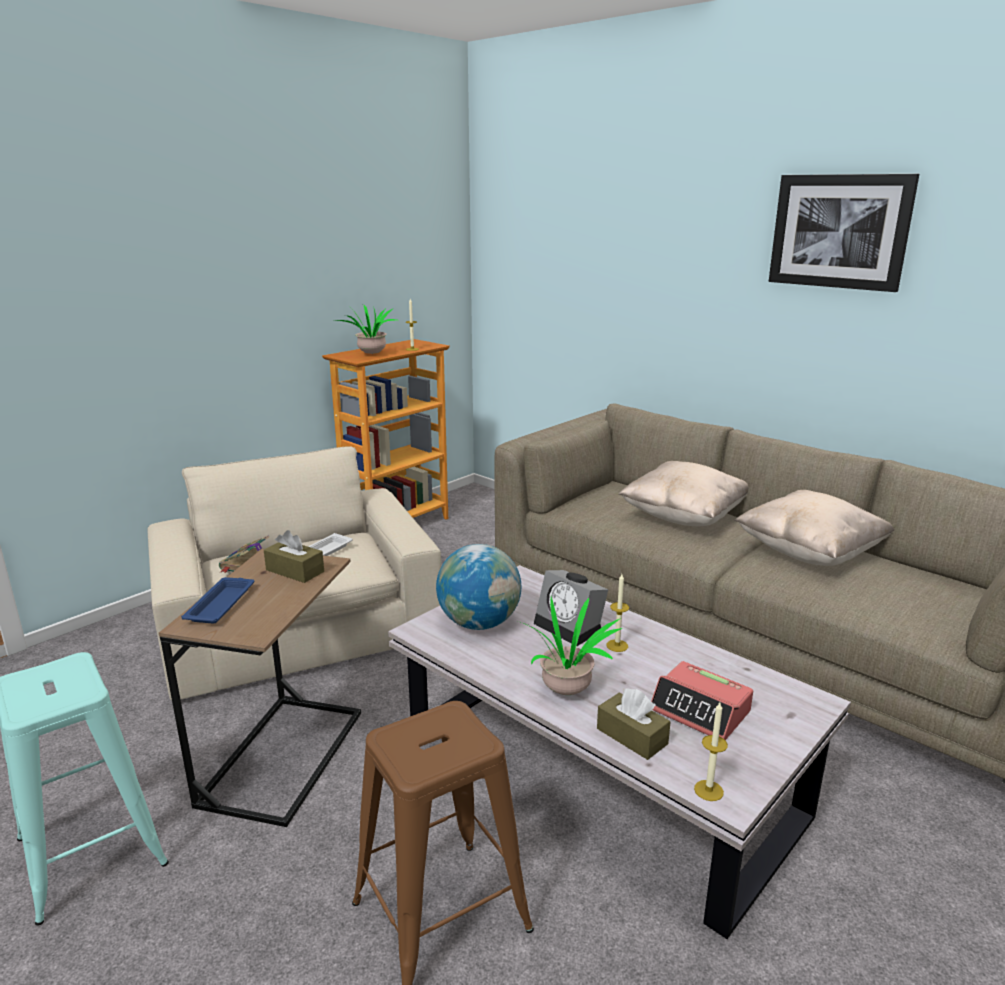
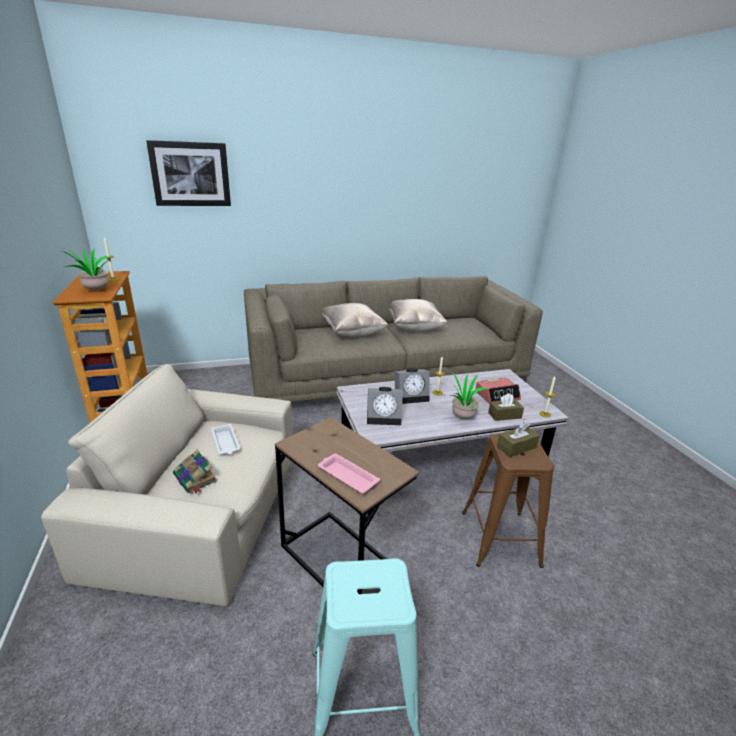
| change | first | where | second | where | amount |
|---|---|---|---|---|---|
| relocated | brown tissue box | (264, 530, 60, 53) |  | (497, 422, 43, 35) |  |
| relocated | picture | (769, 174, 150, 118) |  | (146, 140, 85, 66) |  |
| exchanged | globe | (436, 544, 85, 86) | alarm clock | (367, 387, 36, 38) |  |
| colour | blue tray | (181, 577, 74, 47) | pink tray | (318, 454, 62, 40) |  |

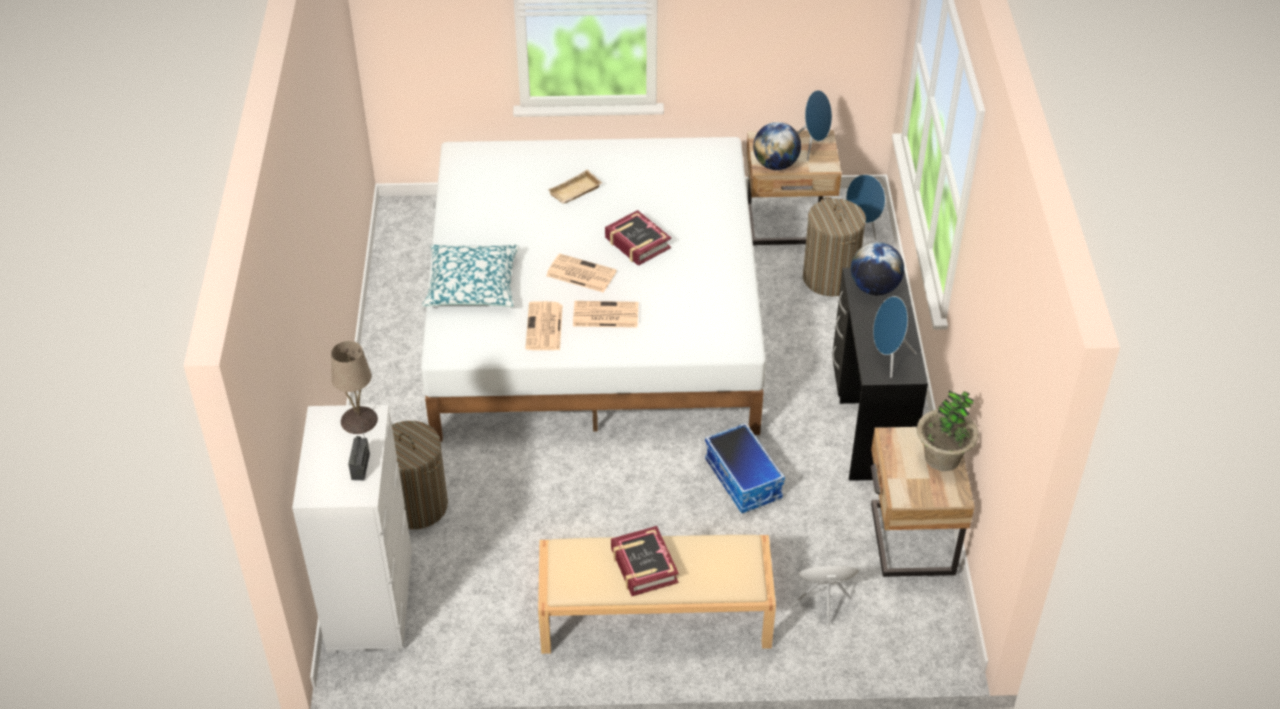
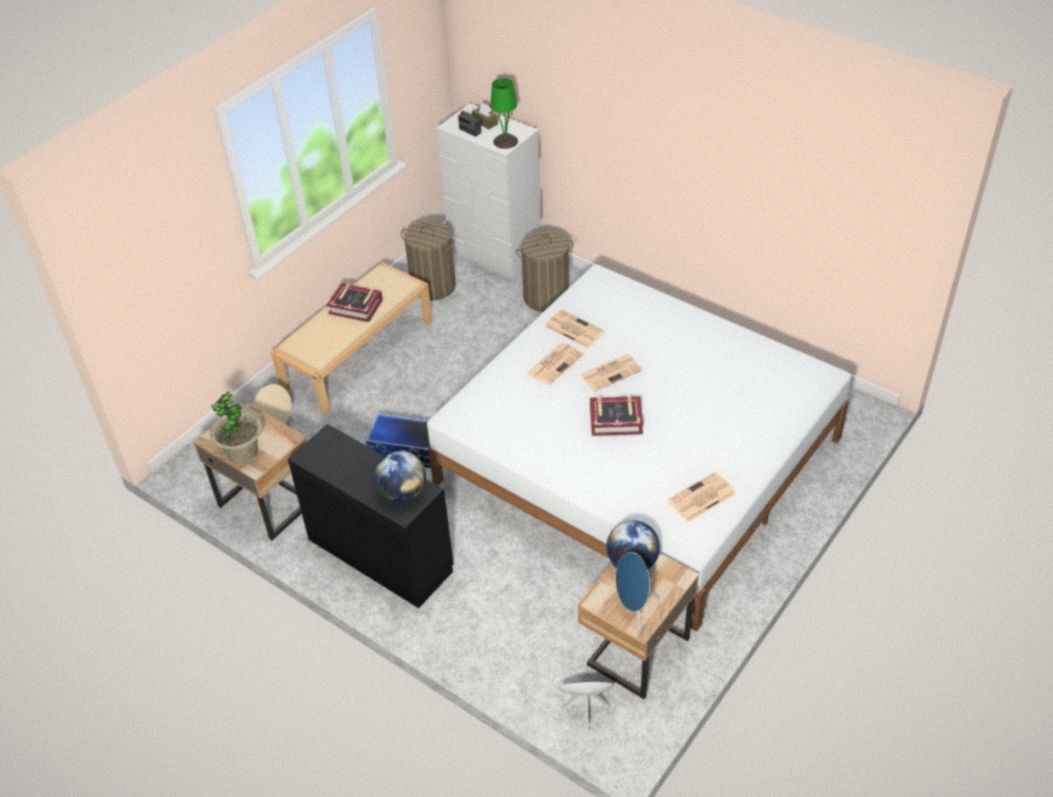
| change | first | where | second | where | amount |
|---|---|---|---|---|---|
| missing | pillow | (422, 245, 97, 62) |  |  |  |
| missing | beige tray | (548, 169, 54, 35) |  |  |  |
| missing | blue speaker | (873, 296, 44, 82) |  |  |  |
| appeared |  |  | brown tissue box | (472, 103, 26, 26) |  |
| appeared |  |  | newspaper | (668, 472, 68, 50) |  |
| relocated | laundry basket | (803, 197, 63, 99) |  | (401, 220, 55, 81) |  |
| colour | beige table lamp | (331, 341, 47, 93) | green table lamp | (490, 78, 28, 71) |  |

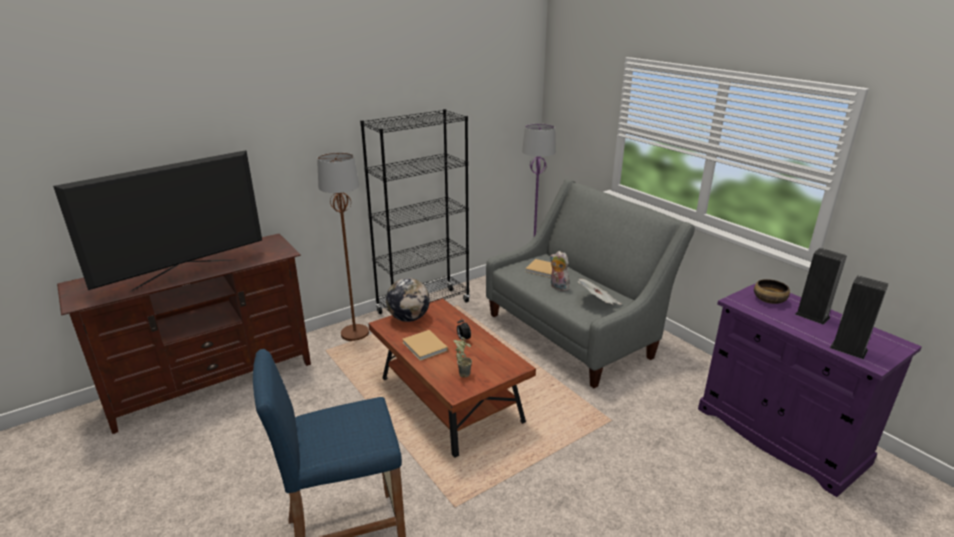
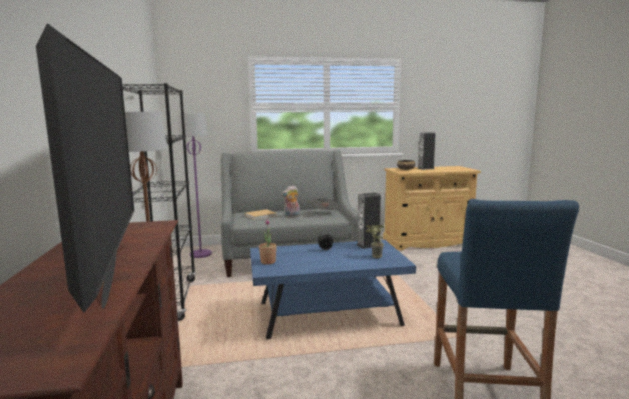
| change | first | where | second | where | amount |
|---|---|---|---|---|---|
| missing | beige book | (402, 330, 46, 31) |  |  |  |
| relocated | speaker | (830, 275, 59, 84) |  | (357, 193, 24, 56) |  |
| exchanged | globe | (386, 278, 44, 44) | potted plant | (259, 219, 18, 46) |  |
| colour | brown coffee table | (368, 298, 168, 160) | blue coffee table | (250, 240, 166, 100) |  |
| colour | purple cabinet | (698, 283, 224, 214) | beige cabinet | (383, 166, 98, 85) |  |

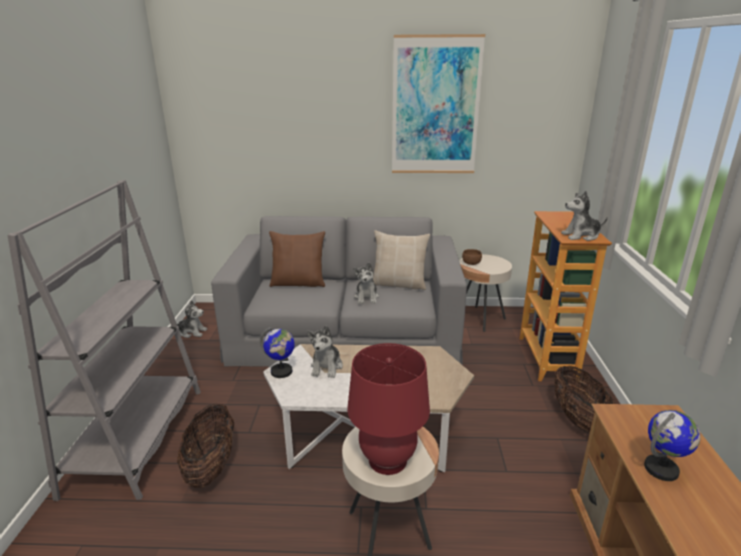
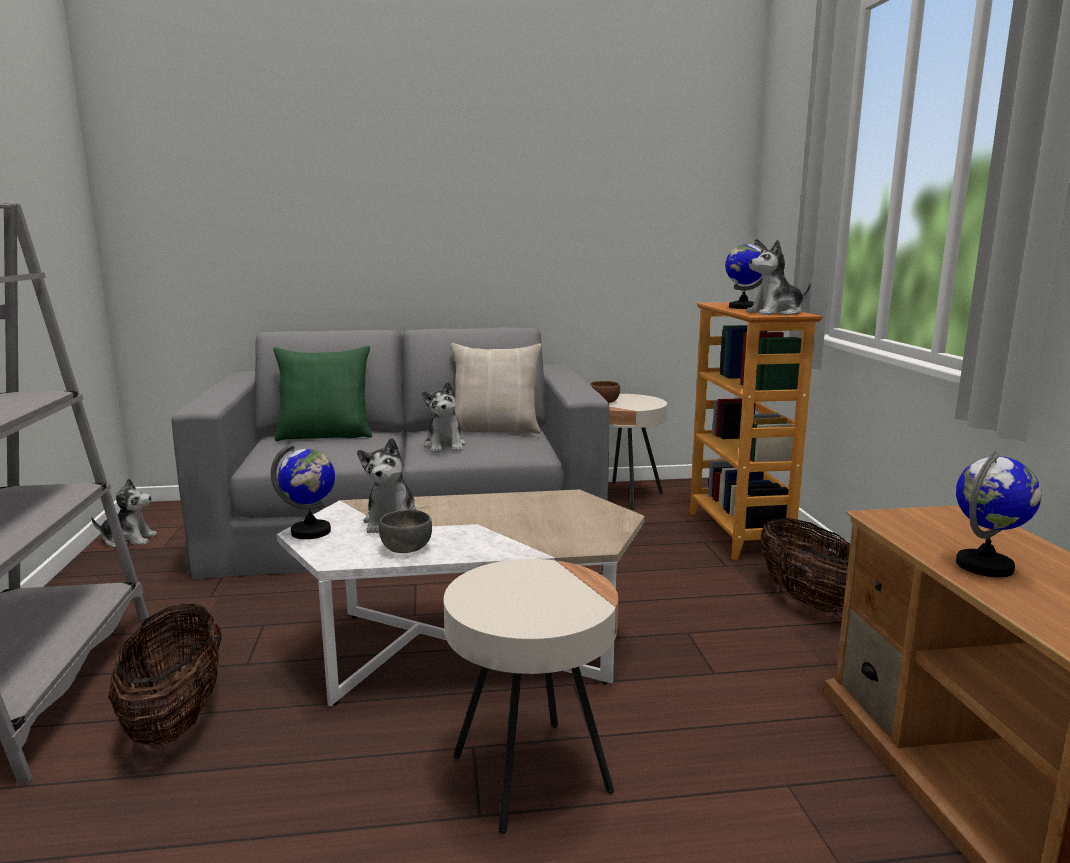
| change | first | where | second | where | amount |
|---|---|---|---|---|---|
| missing | red table lamp | (347, 343, 83, 132) |  |  |  |
| missing | picture | (392, 34, 93, 139) |  |  |  |
| appeared |  |  | grey bowl | (379, 509, 53, 44) |  |
| appeared |  |  | globe | (725, 239, 43, 70) |  |
| colour | brown pillow | (269, 231, 56, 56) | green pillow | (273, 346, 99, 95) |  |

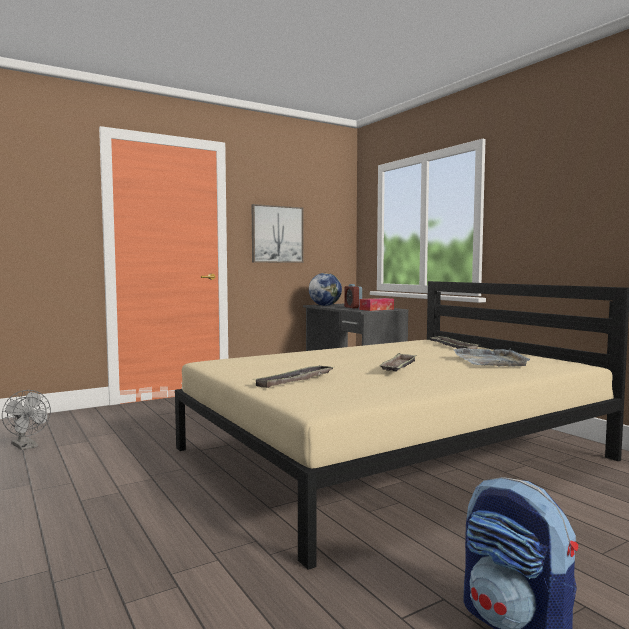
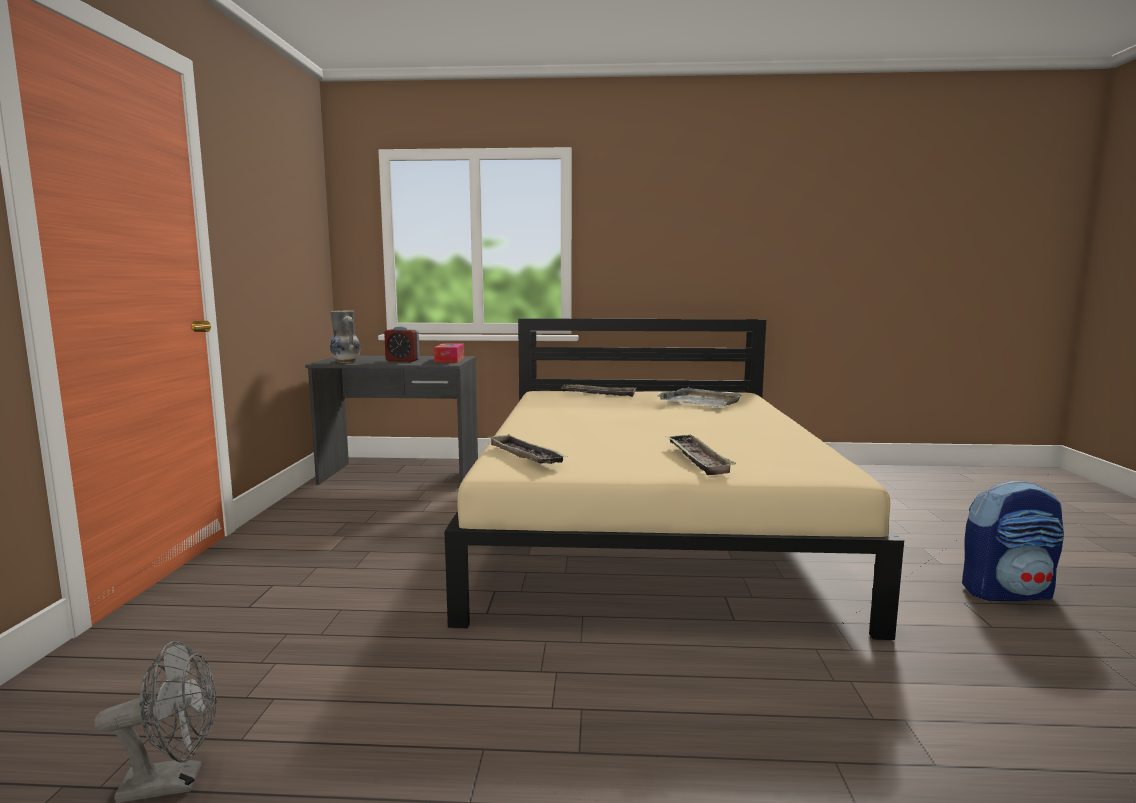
| change | first | where | second | where | amount |
|---|---|---|---|---|---|
| missing | picture | (252, 204, 52, 59) |  |  |  |
| relocated | tray | (379, 353, 38, 19) |  | (488, 434, 80, 30) |  |
| exchanged | globe | (309, 273, 33, 33) | vase | (330, 310, 31, 53) |  |

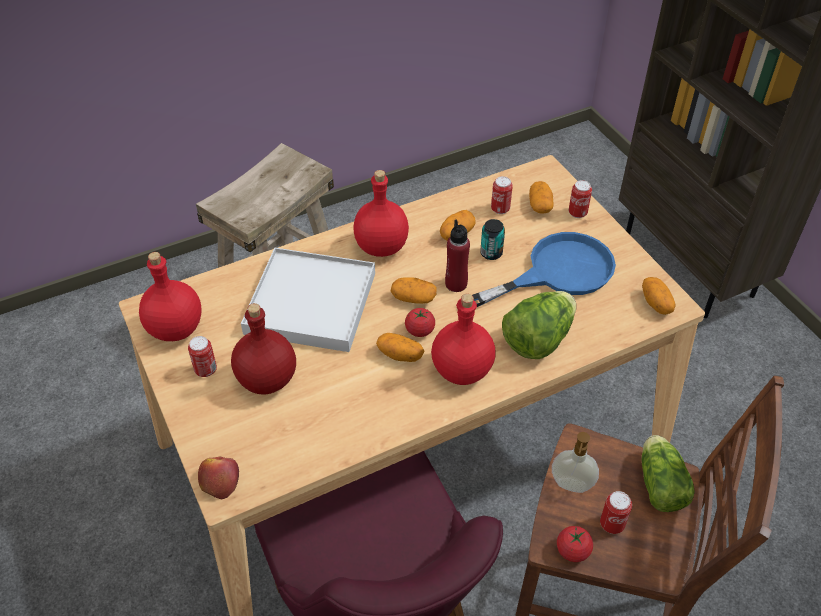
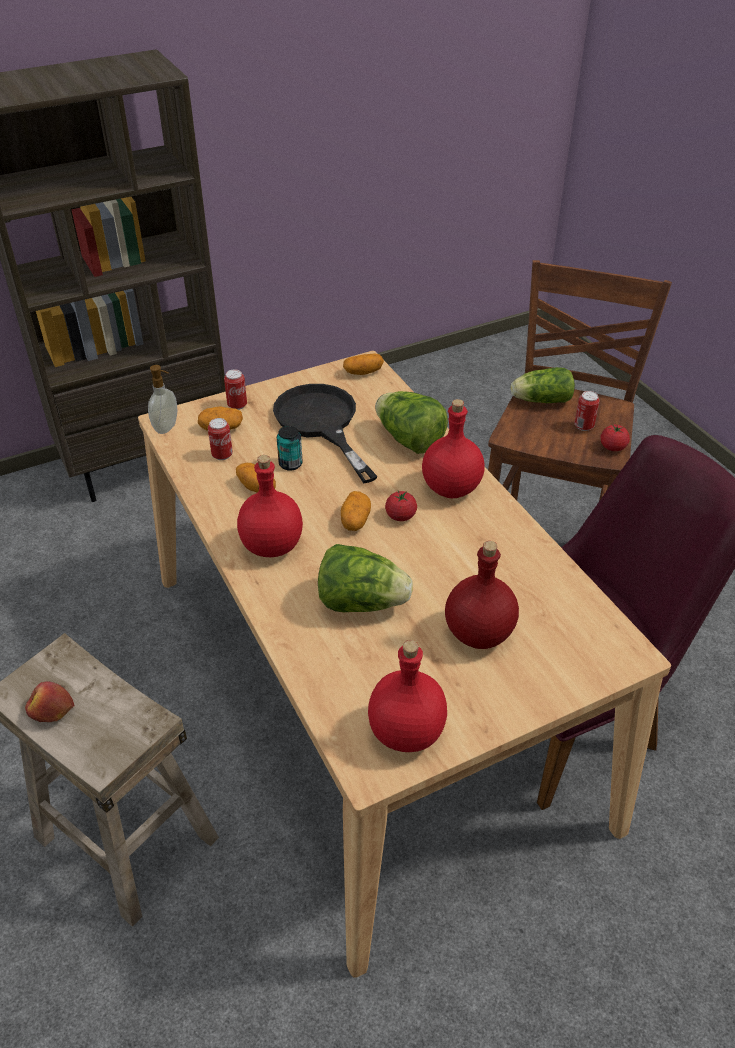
| change | first | where | second | where | amount |
|---|---|---|---|---|---|
| missing | can | (188, 336, 29, 41) |  |  |  |
| missing | potato | (376, 333, 48, 29) |  |  |  |
| missing | red bottle | (445, 219, 25, 73) |  |  |  |
| relocated | apple | (198, 457, 41, 42) |  | (25, 681, 50, 41) |  |
| relocated | soap dispenser | (552, 432, 47, 61) |  | (148, 365, 30, 69) |  |
| exchanged | white tray | (241, 248, 134, 104) | lettuce | (318, 544, 95, 68) |  |
| colour | blue frying pan | (472, 232, 144, 75) | black frying pan | (273, 384, 104, 99) |  |

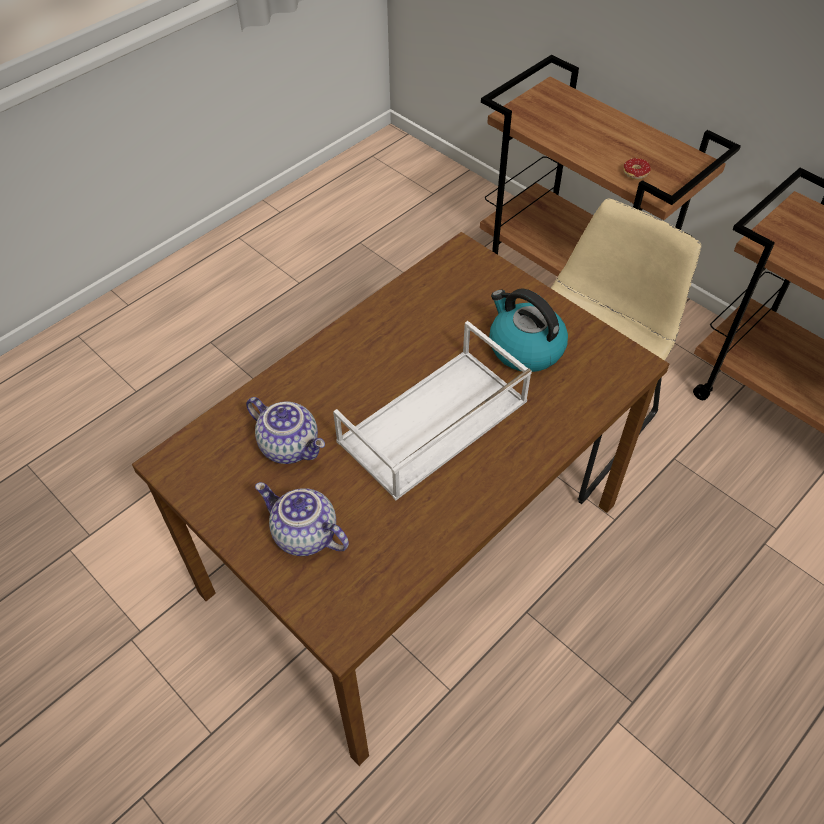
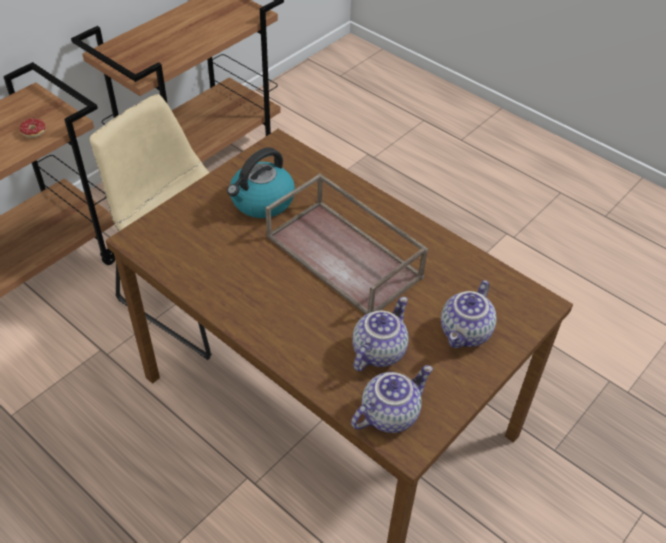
| change | first | where | second | where | amount |
|---|---|---|---|---|---|
| appeared |  |  | teapot | (351, 365, 82, 68) |  |
| colour | white tray | (333, 321, 199, 180) | brown tray | (265, 173, 163, 142) |  |

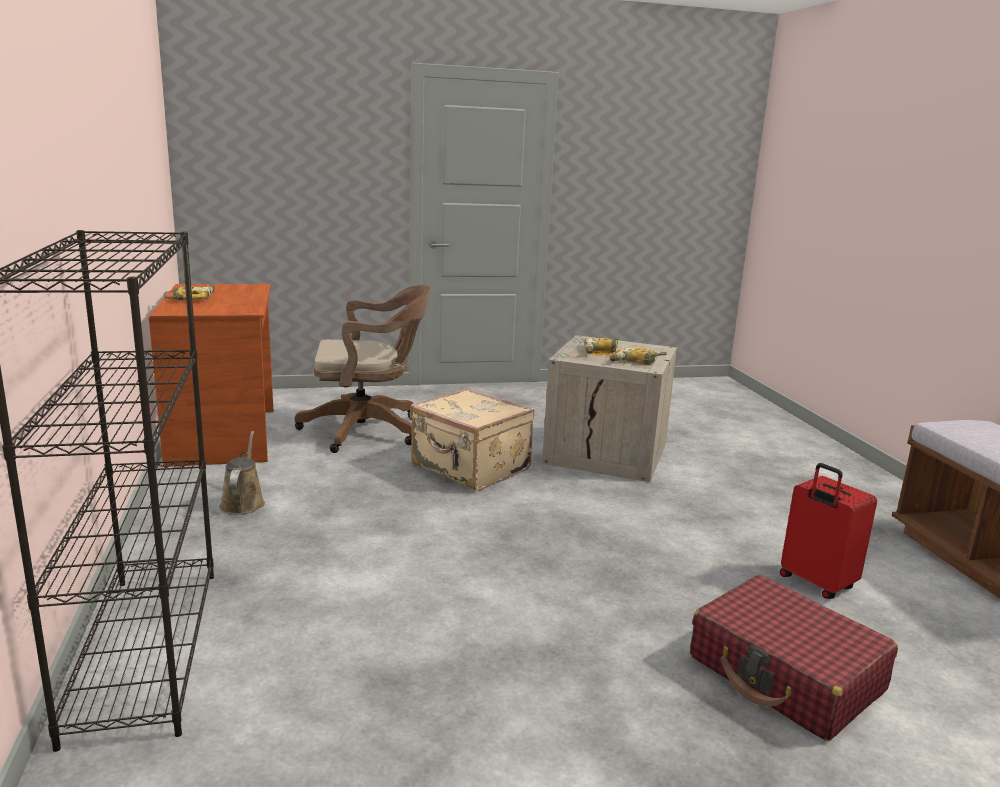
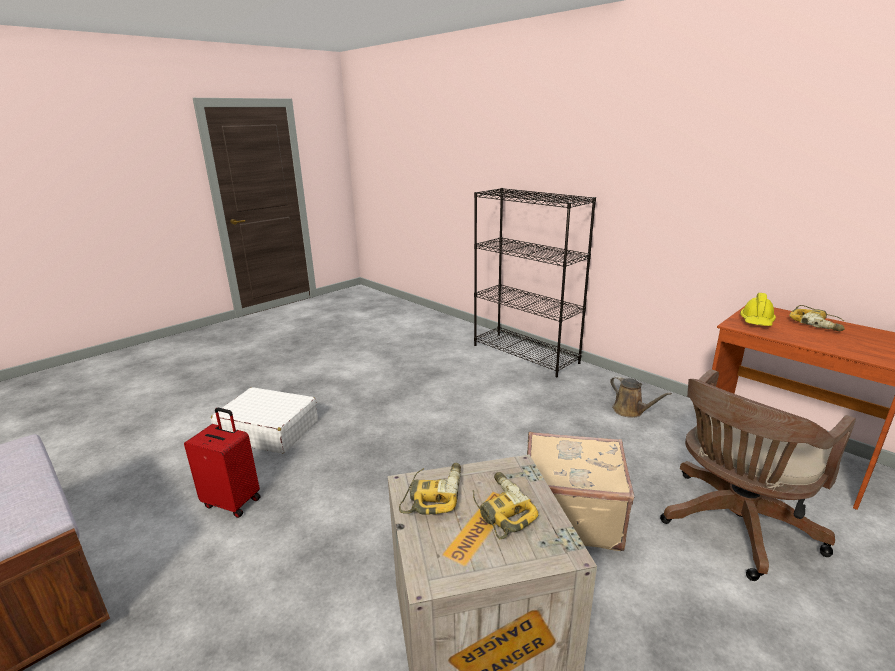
| change | first | where | second | where | amount |
|---|---|---|---|---|---|
| appeared |  |  | yellow hard hat | (740, 293, 36, 33) |  |
| colour | red suitcase | (690, 575, 208, 166) | white suitcase | (211, 387, 107, 67) |  |

